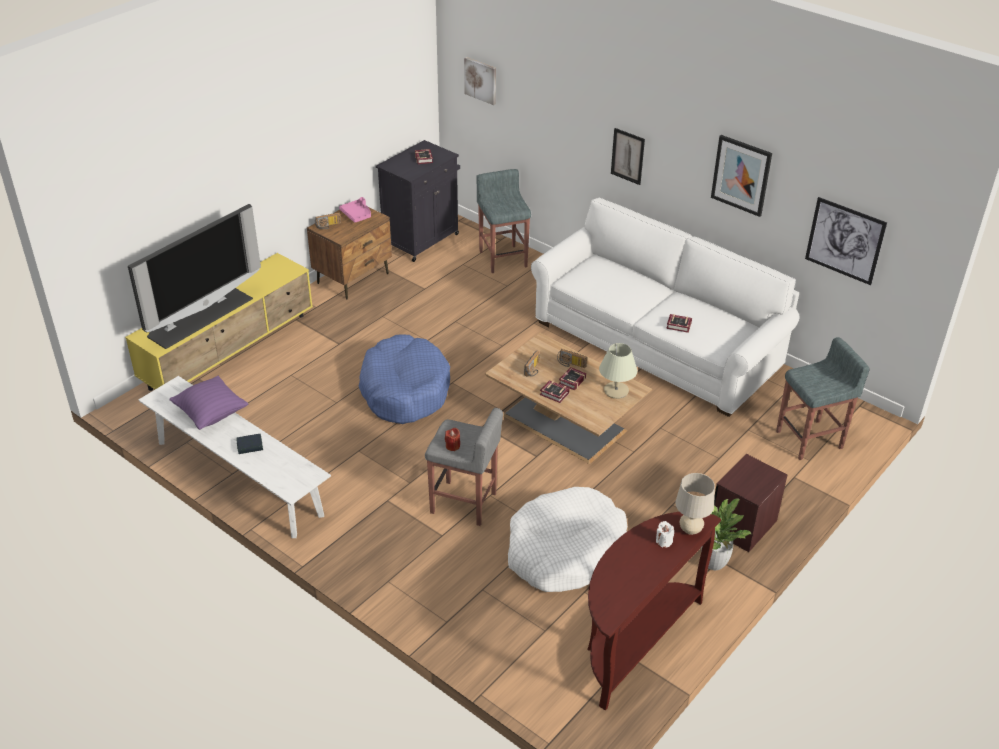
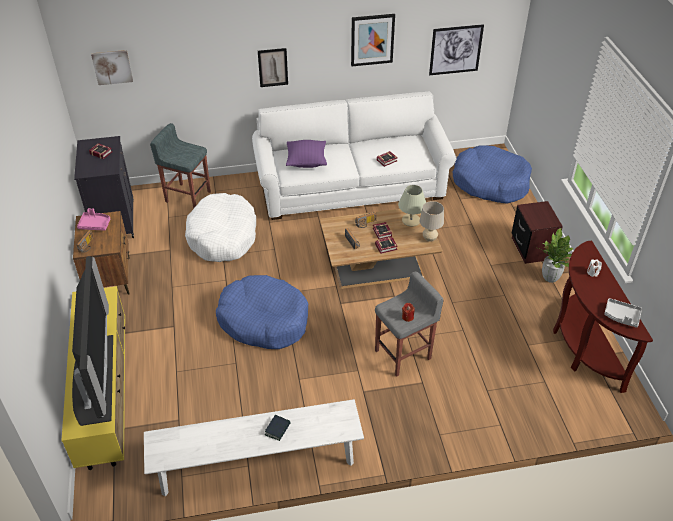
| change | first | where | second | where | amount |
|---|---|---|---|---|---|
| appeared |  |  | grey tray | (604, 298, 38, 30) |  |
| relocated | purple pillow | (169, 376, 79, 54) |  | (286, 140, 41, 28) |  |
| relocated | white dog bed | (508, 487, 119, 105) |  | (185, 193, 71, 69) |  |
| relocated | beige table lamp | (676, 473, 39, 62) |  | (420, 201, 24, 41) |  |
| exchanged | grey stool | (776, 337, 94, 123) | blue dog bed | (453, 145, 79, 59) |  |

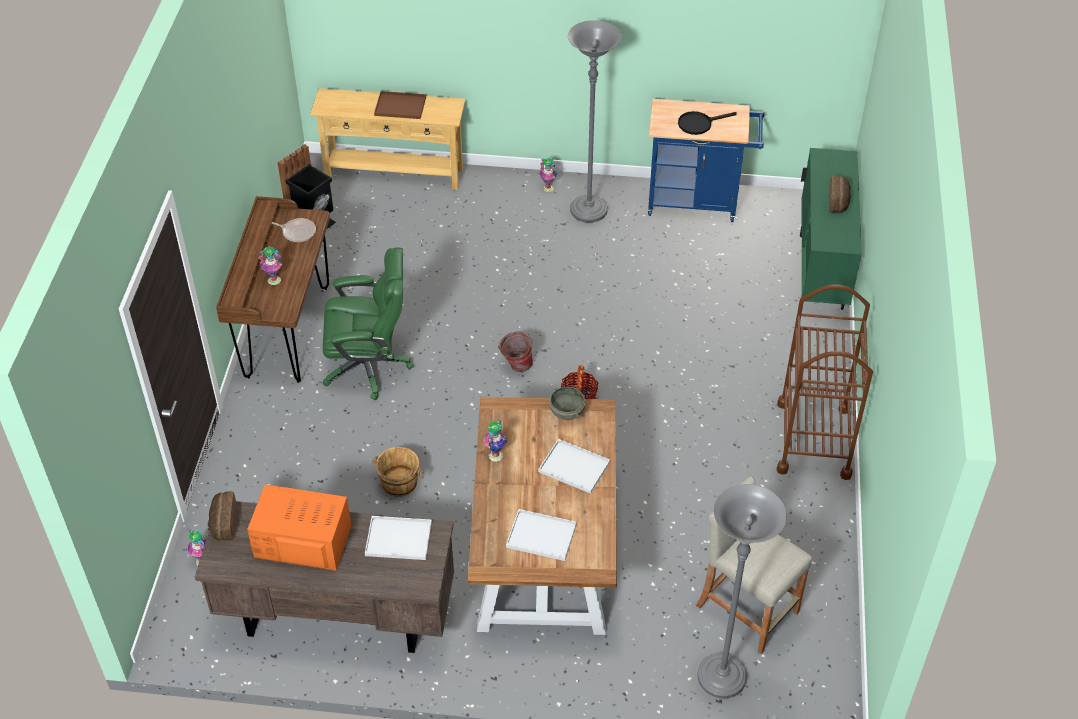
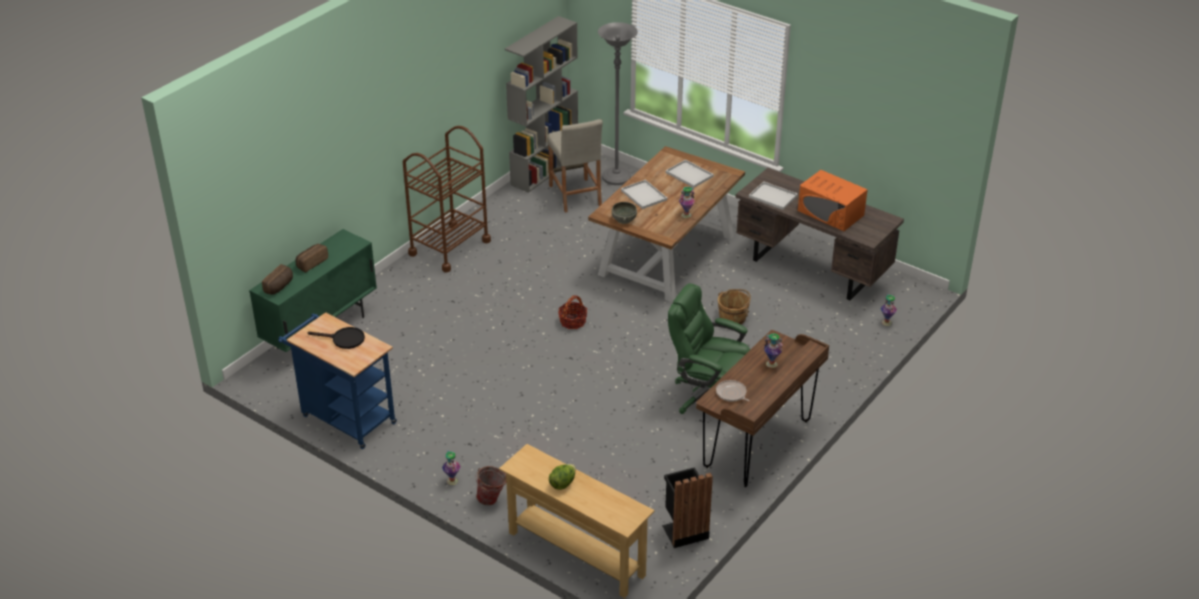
| change | first | where | second | where | amount |
|---|---|---|---|---|---|
| missing | grey floor lamp | (568, 20, 53, 203) |  |  |  |
| appeared |  |  | grey bookcase | (505, 16, 73, 177) |  |
| relocated | bread | (208, 491, 28, 49) |  | (262, 264, 31, 31) |  |
| relocated | bucket | (498, 331, 35, 41) |  | (475, 466, 31, 39) |  |
| exchanged | brown tray | (374, 91, 52, 28) | lettuce | (549, 464, 27, 26) |  |

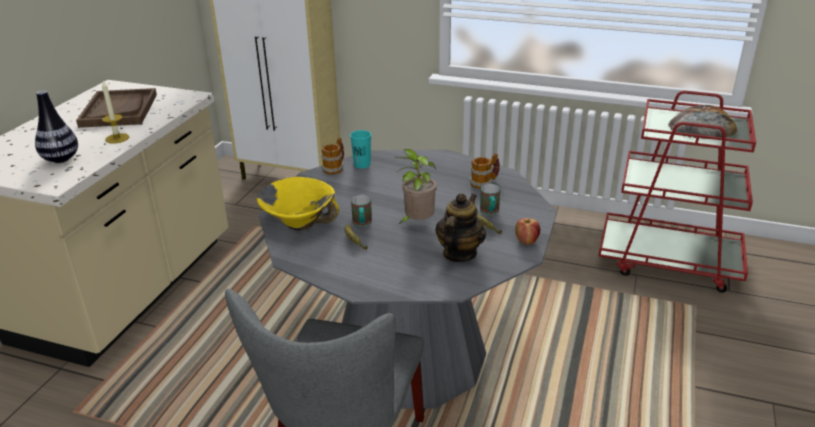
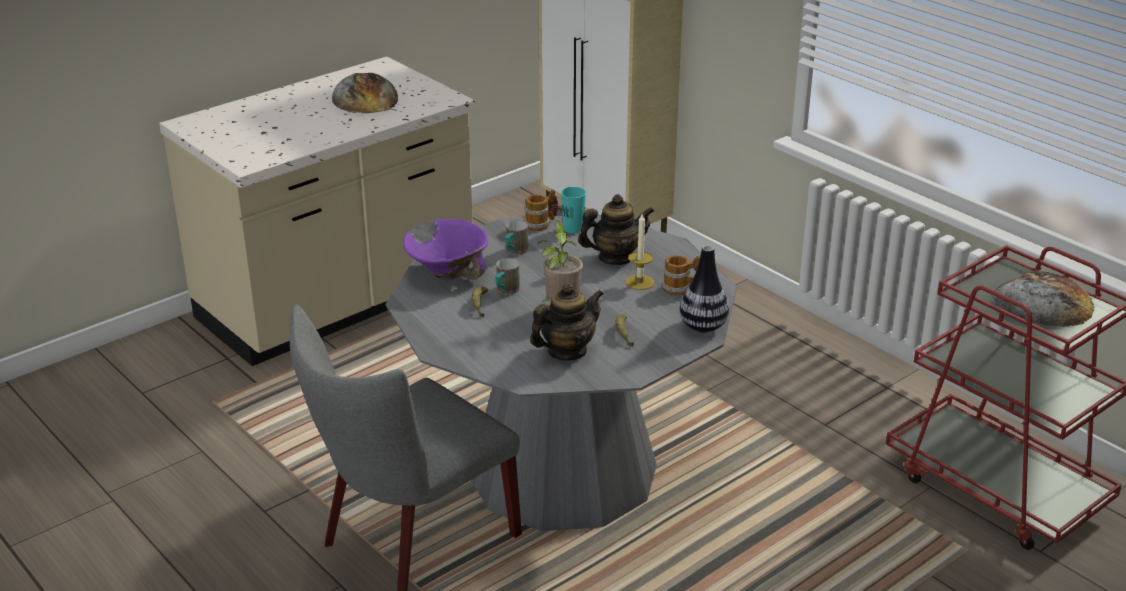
| change | first | where | second | where | amount |
|---|---|---|---|---|---|
| missing | apple | (515, 218, 25, 26) |  |  |  |
| appeared |  |  | teapot | (578, 194, 76, 71) |  |
| relocated | vase | (35, 90, 43, 73) |  | (680, 245, 49, 88) |  |
| relocated | candle | (102, 81, 27, 63) |  | (625, 214, 29, 76) |  |
| relocated | mug | (480, 184, 20, 31) |  | (505, 220, 23, 35) |  |
| exchanged | brown tray | (76, 88, 81, 40) | bread | (332, 73, 66, 40) |  |
| colour | yellow bowl | (257, 177, 82, 54) | purple bowl | (403, 219, 85, 61) |  |

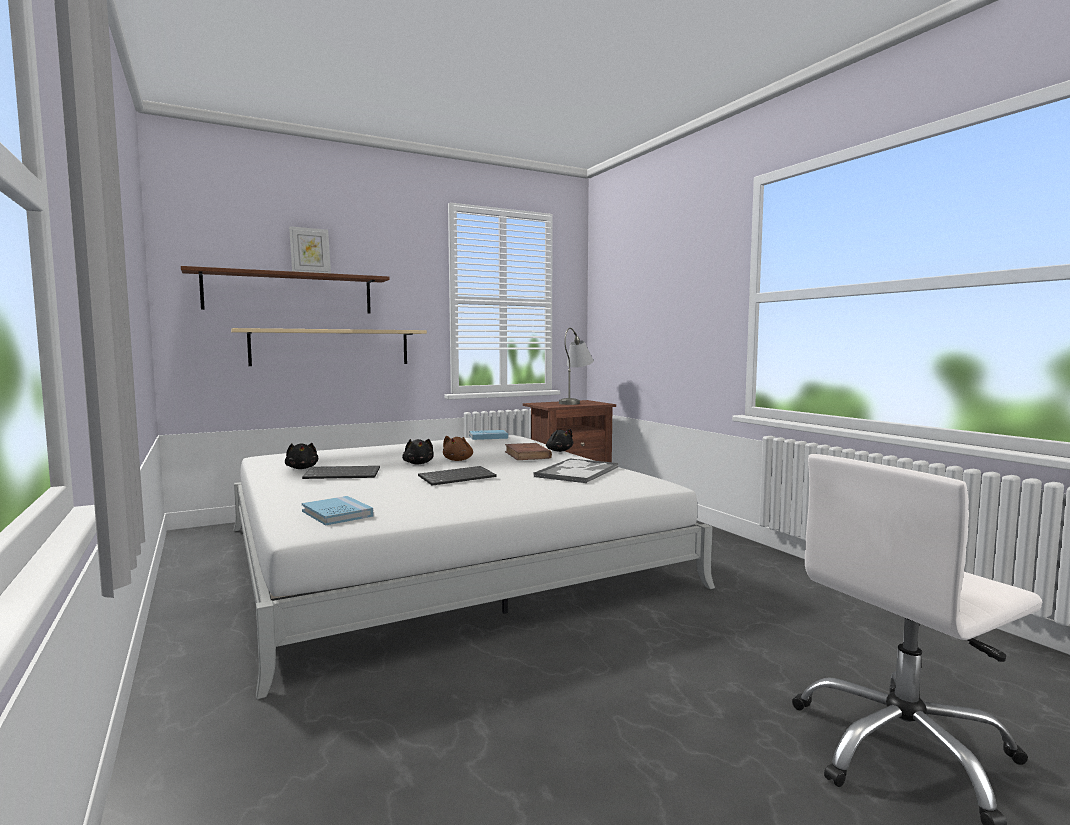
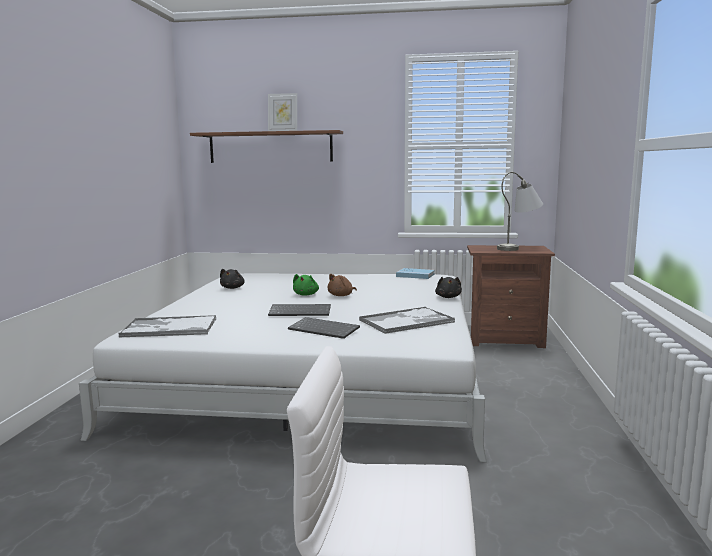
| change | first | where | second | where | amount |
|---|---|---|---|---|---|
| missing | beige shelf | (231, 328, 196, 38) |  |  |  |
| missing | brown book | (505, 443, 47, 17) |  |  |  |
| relocated | keyboard | (302, 466, 78, 13) |  | (288, 317, 72, 22) |  |
| exchanged | blue book | (302, 496, 71, 30) | tray | (118, 315, 98, 22) |  |
| colour | black plush toy | (402, 439, 32, 25) | green plush toy | (293, 274, 26, 22) |  |

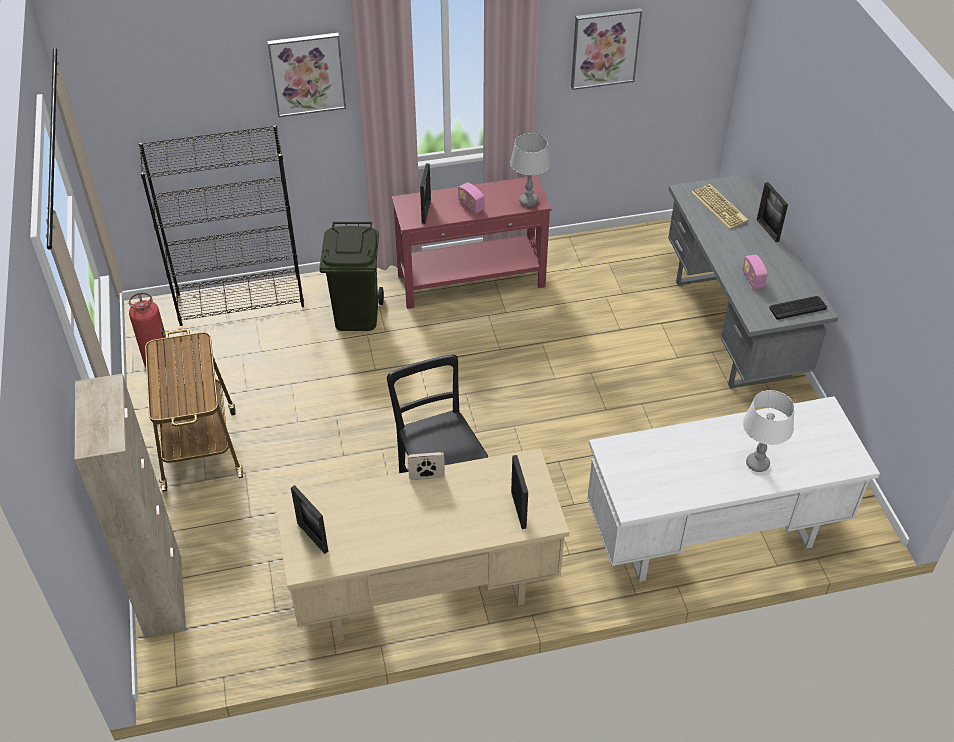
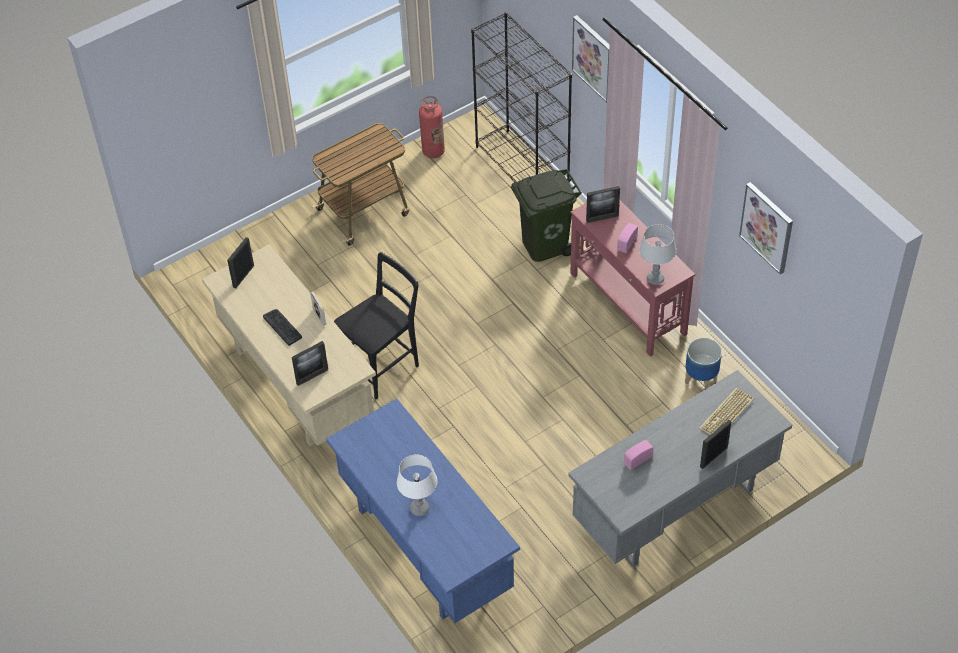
| change | first | where | second | where | amount |
|---|---|---|---|---|---|
| missing | beige cabinet | (75, 374, 111, 264) |  |  |  |
| appeared |  |  | planter | (685, 338, 37, 51) |  |
| relocated | keyboard | (769, 296, 58, 24) |  | (263, 309, 39, 37) |  |
| colour | white desk | (587, 396, 293, 186) | blue desk | (326, 399, 194, 224) |  |

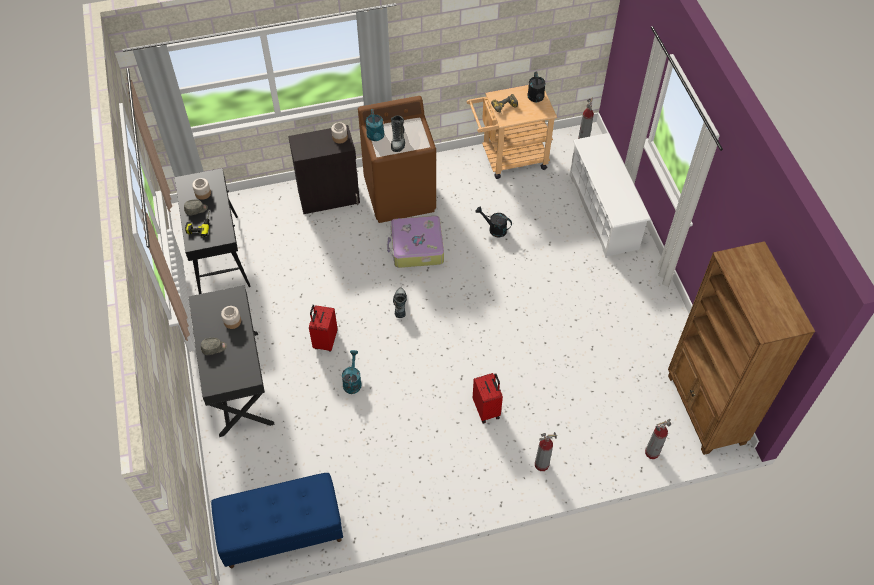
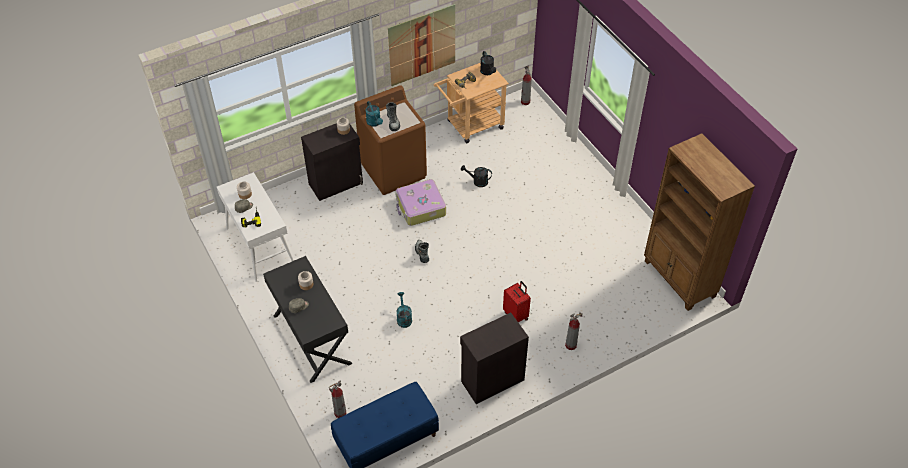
| change | first | where | second | where | amount |
|---|---|---|---|---|---|
| missing | red suitcase | (309, 305, 29, 47) |  |  |  |
| missing | white shoe rack | (569, 133, 82, 125) |  |  |  |
| appeared |  |  | picture | (388, 4, 67, 82) |  |
| appeared |  |  | black cabinet | (460, 313, 69, 91) |  |
| relocated | fire extinguisher | (645, 419, 26, 40) |  | (329, 380, 17, 38) |  |
| colour | black console table | (175, 168, 76, 126) | white console table | (217, 172, 77, 110) |  |

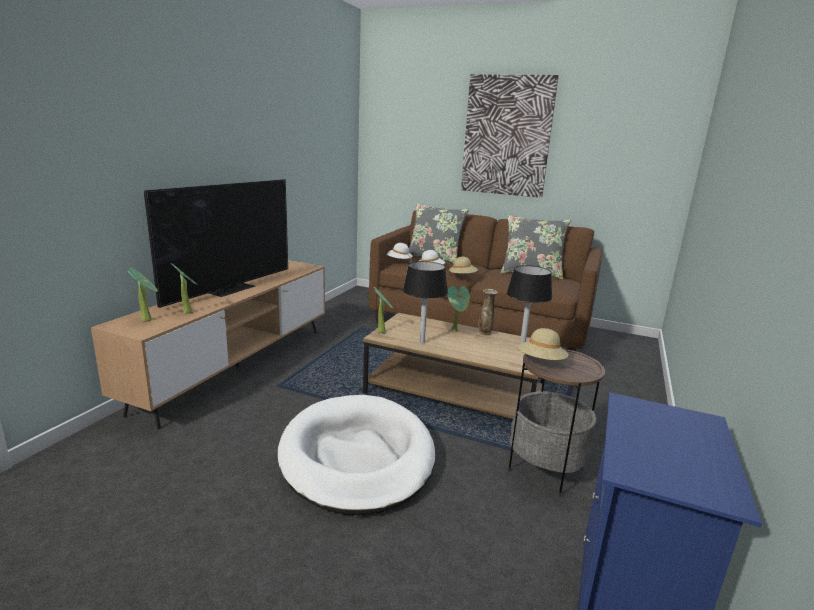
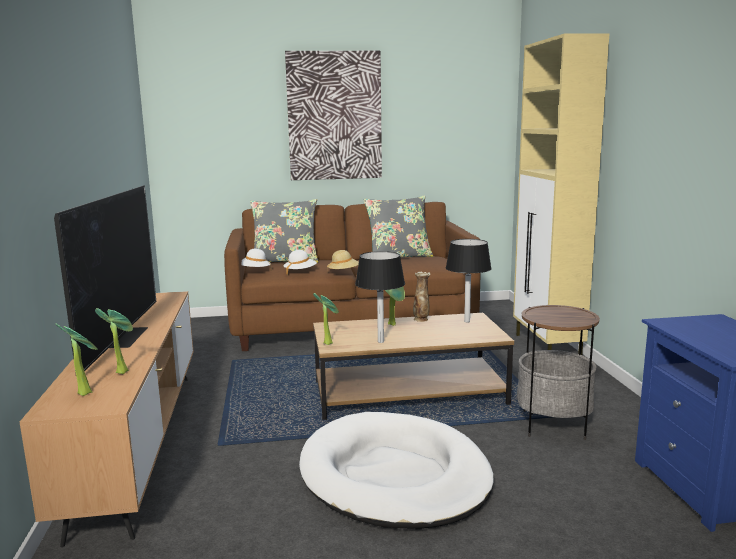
| change | first | where | second | where | amount |
|---|---|---|---|---|---|
| missing | beige hat | (518, 328, 50, 32) |  |  |  |
| appeared |  |  | beige cabinet | (513, 33, 96, 322) |  |

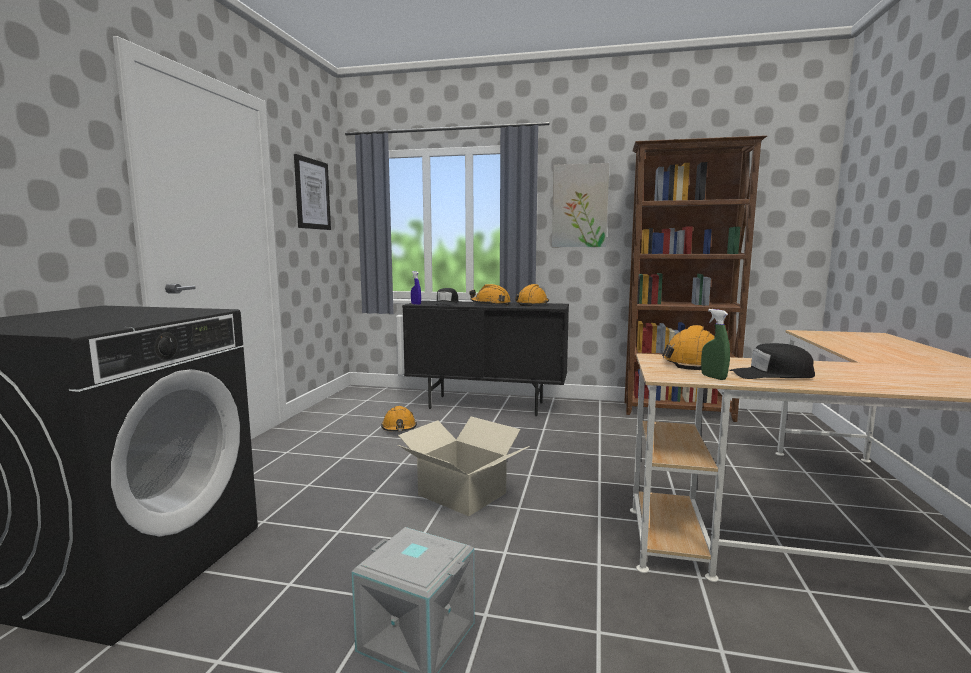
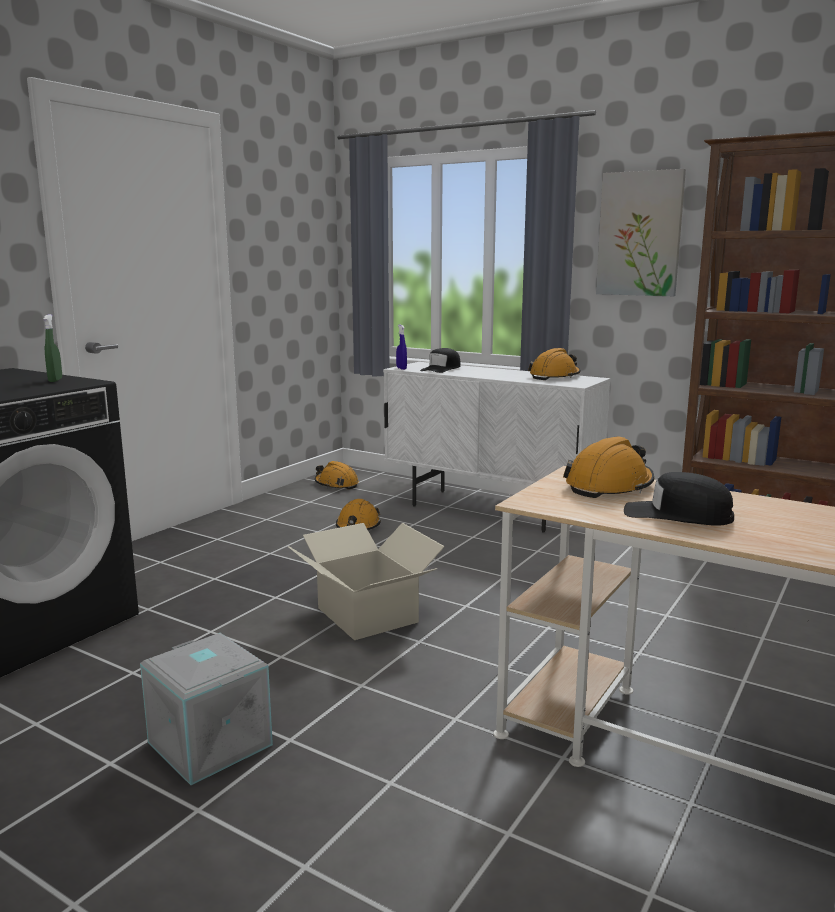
| change | first | where | second | where | amount |
|---|---|---|---|---|---|
| missing | picture | (294, 154, 37, 76) |  |  |  |
| relocated | orange hard hat | (469, 284, 42, 22) |  | (315, 461, 44, 29) |  |
| relocated | green spray bottle | (701, 309, 29, 71) |  | (44, 314, 18, 68) |  |
| colour | black cabinet | (402, 300, 167, 116) | white cabinet | (383, 362, 228, 171) |  |

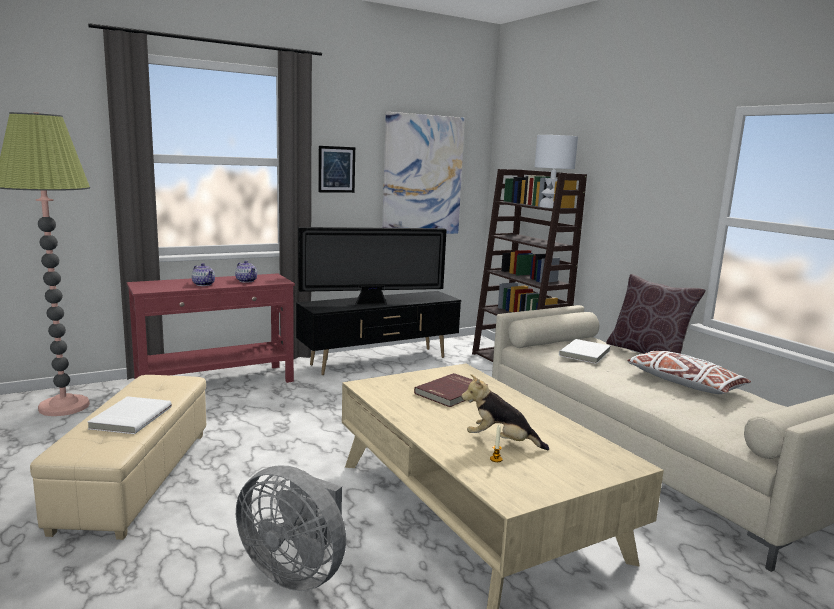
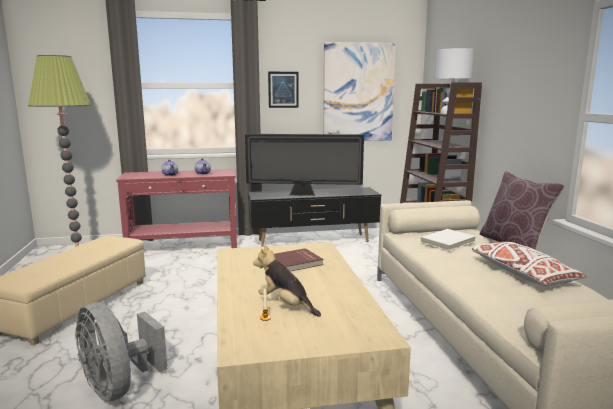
| change | first | where | second | where | amount |
|---|---|---|---|---|---|
| missing | white book | (87, 396, 85, 38) |  |  |  |

